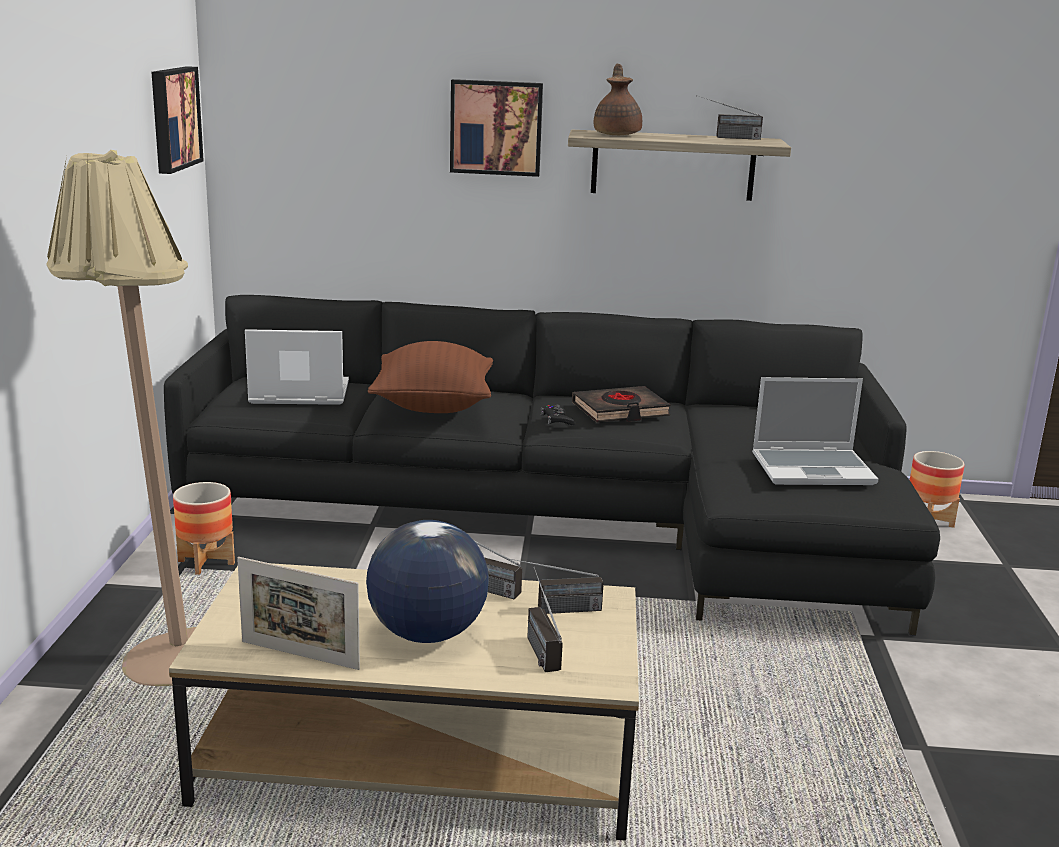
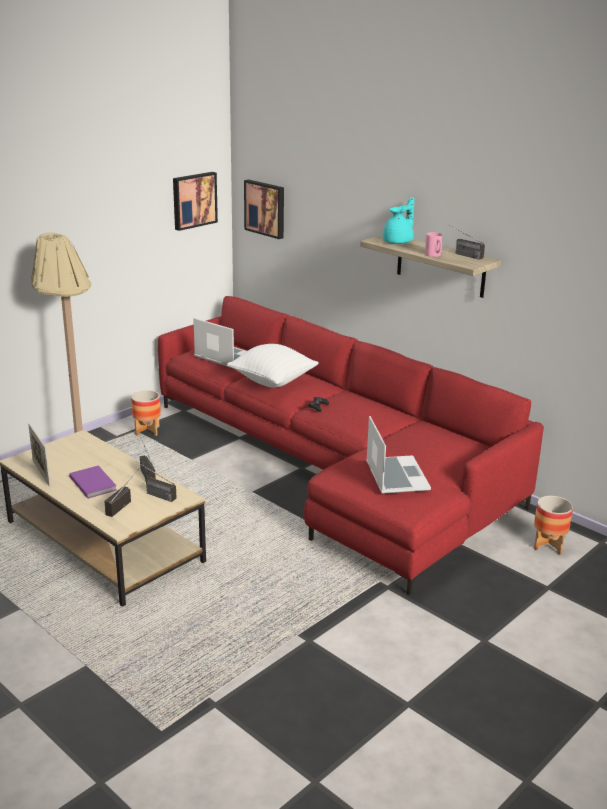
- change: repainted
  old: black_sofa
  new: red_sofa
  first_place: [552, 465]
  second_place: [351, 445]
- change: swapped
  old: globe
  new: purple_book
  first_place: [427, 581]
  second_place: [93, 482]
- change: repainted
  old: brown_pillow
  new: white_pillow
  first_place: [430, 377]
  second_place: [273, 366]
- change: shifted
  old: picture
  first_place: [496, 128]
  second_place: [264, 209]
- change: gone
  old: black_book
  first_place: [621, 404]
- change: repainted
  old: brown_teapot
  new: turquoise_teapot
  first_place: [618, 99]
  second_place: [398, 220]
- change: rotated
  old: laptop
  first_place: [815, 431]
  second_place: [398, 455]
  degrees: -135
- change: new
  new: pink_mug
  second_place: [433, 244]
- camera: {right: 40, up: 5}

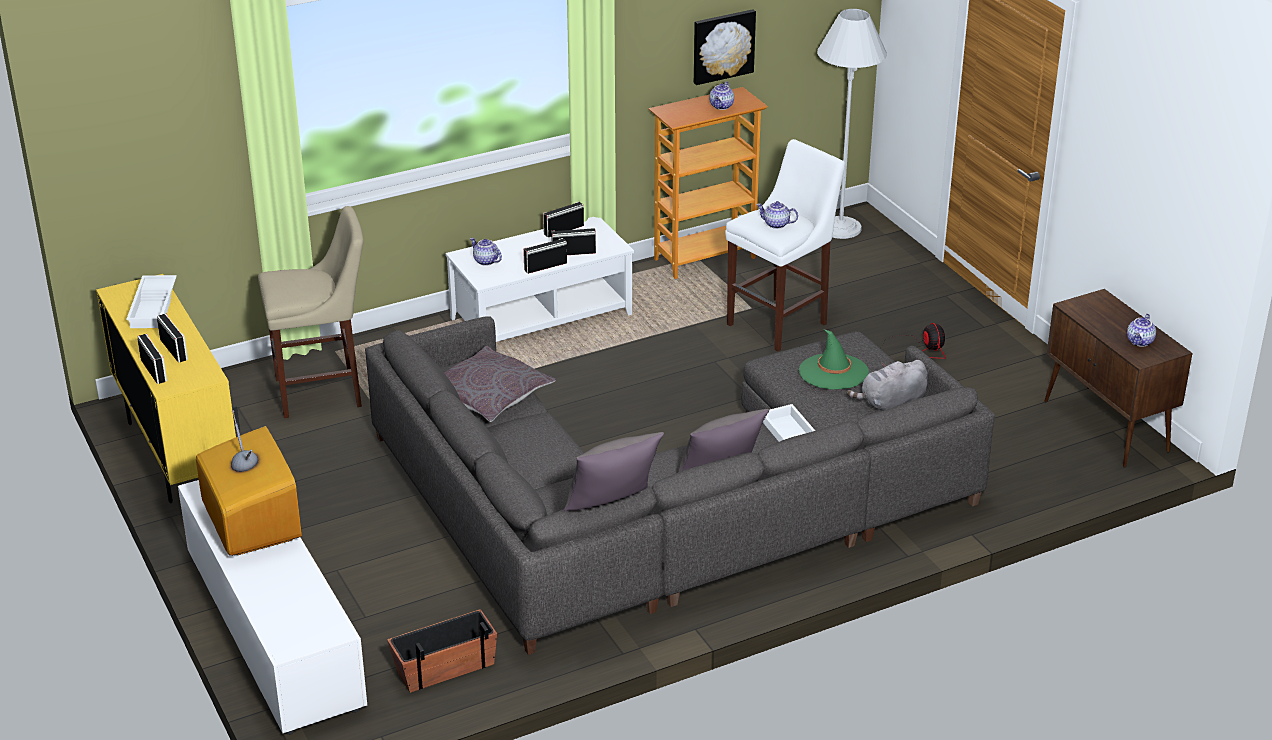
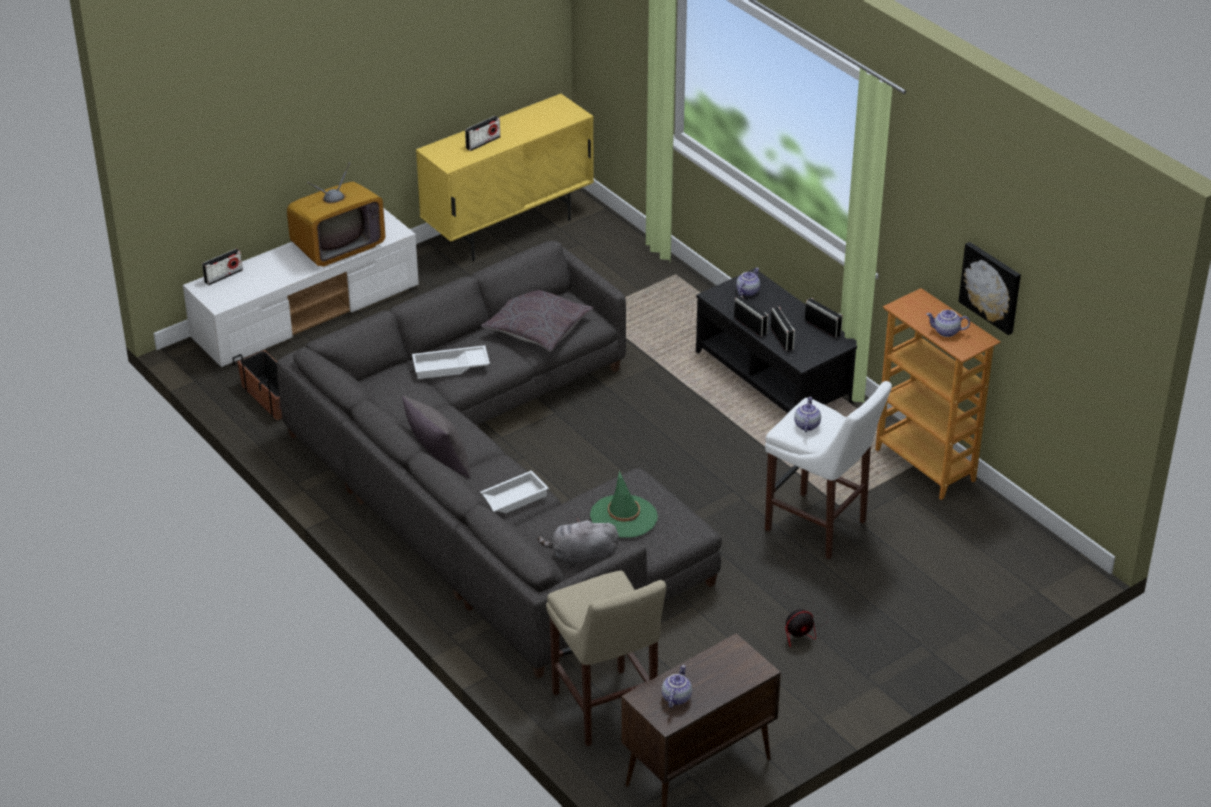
- change: shifted
  old: white_tray
  first_place: [151, 301]
  second_place: [451, 362]
- change: shifted
  old: radio
  first_place: [152, 359]
  second_place: [222, 267]
- change: shifted
  old: beige_stool
  first_place: [310, 312]
  second_place: [606, 658]
- change: repainted
  old: white_coffee_table
  new: black_coffee_table
  first_place: [539, 279]
  second_place: [776, 340]
- change: gone
  old: grey_pillow
  first_place: [614, 472]
- change: gone
  old: white_floor_lamp
  first_place: [852, 124]
- change: rotated
  old: grey_plush_toy
  first_place: [887, 385]
  second_place: [578, 543]
  degrees: -60
- change: rotated
  old: teapot
  first_place: [1141, 330]
  second_place: [677, 686]
  degrees: 90
- camera: {right: 80, up: 5}

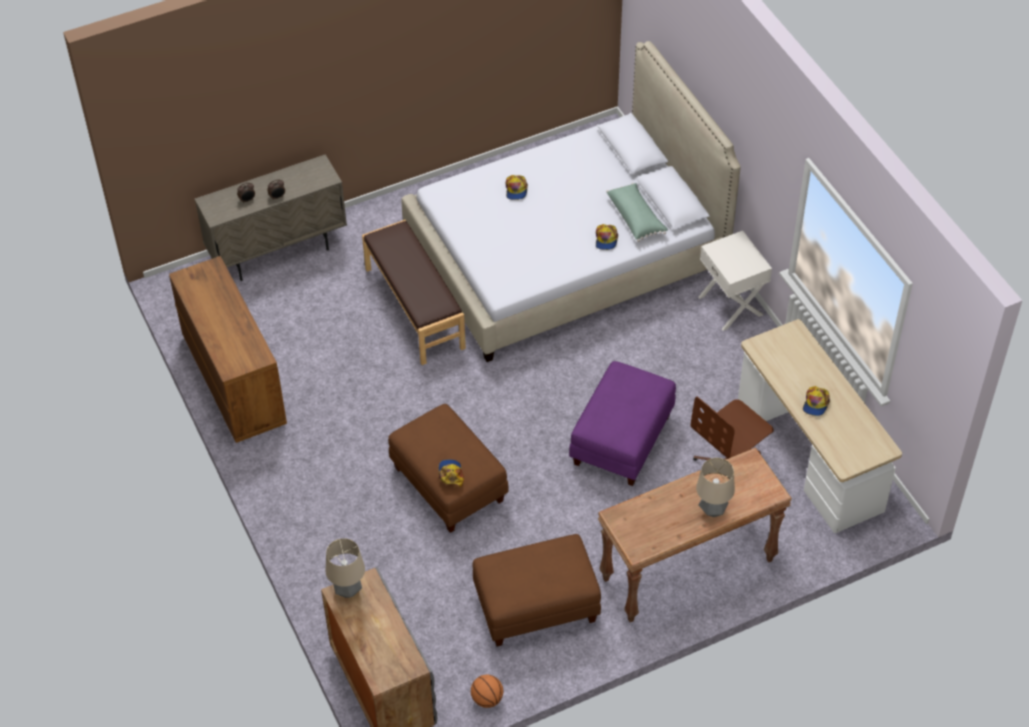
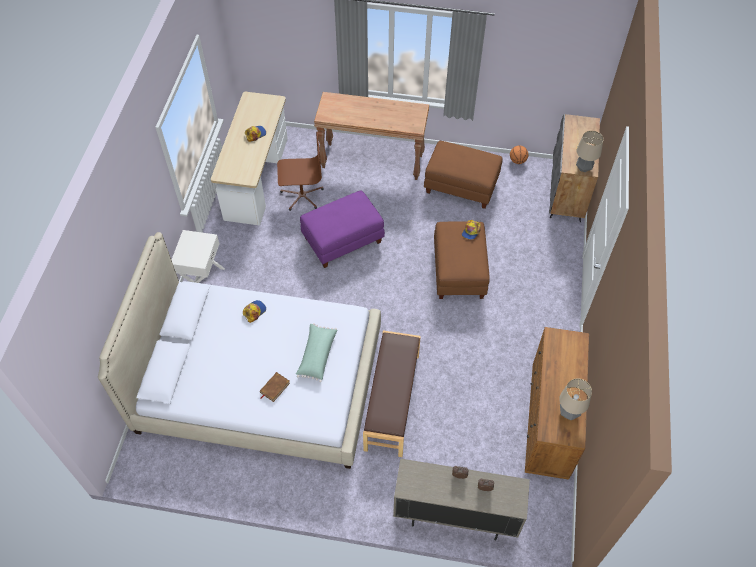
- change: swapped
  old: cap
  new: brown_book
  first_place: [516, 187]
  second_place: [275, 387]
- change: shifted
  old: green_pillow
  first_place: [637, 212]
  second_place: [316, 352]
- change: shifted
  old: table_lamp
  first_place: [715, 487]
  second_place: [575, 400]
- camera: {right: -145, up: 5}

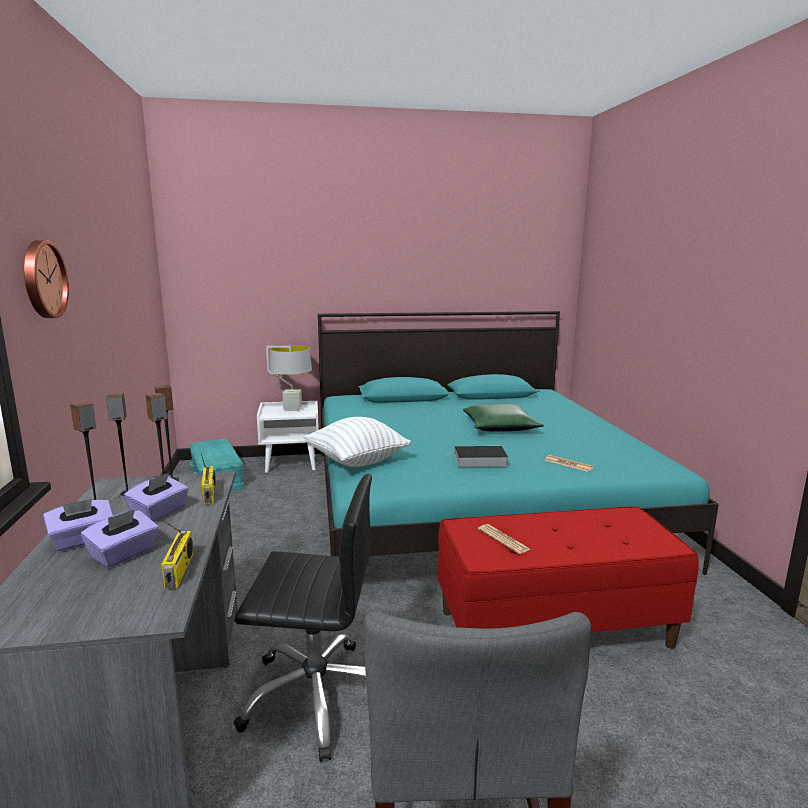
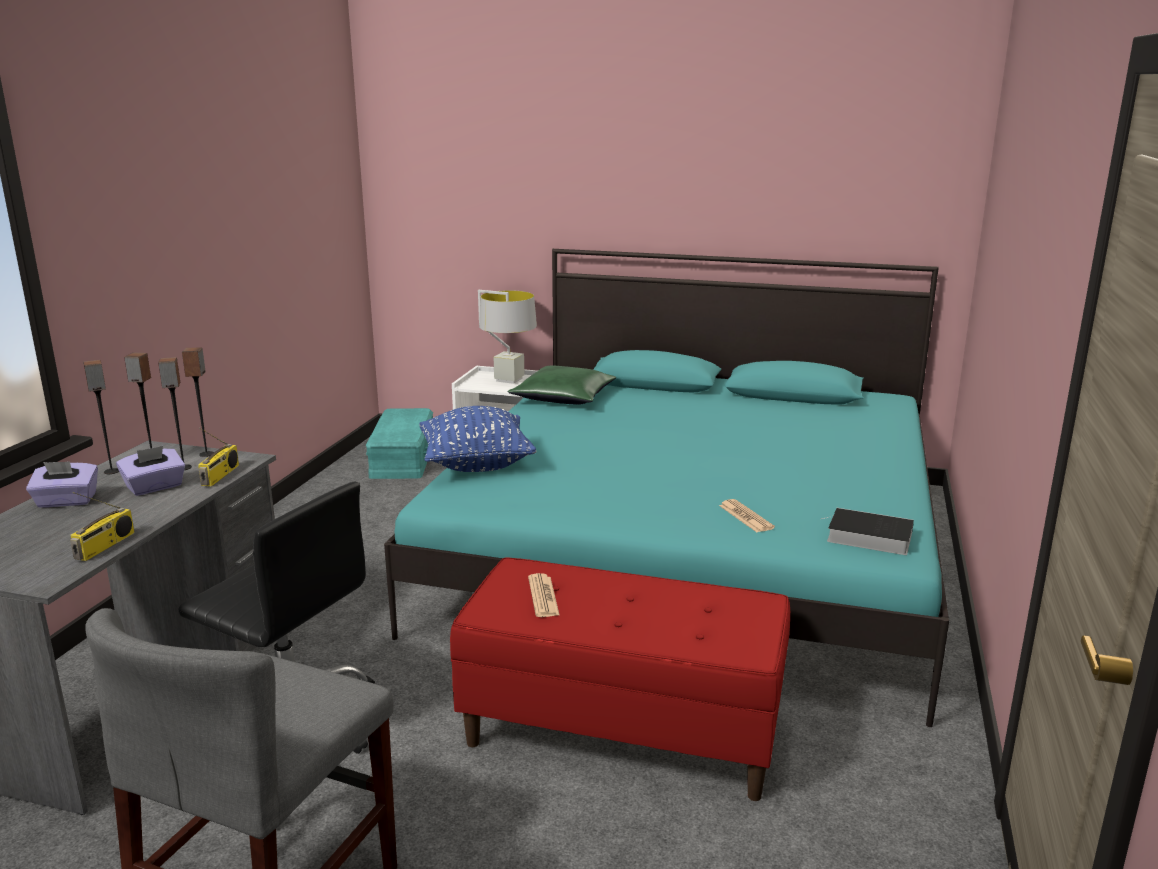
- change: gone
  old: wall_clock
  first_place: [46, 279]
- change: gone
  old: purple_tissue_box
  first_place: [120, 538]
- change: repainted
  old: white_pillow
  new: blue_pillow
  first_place: [357, 442]
  second_place: [477, 439]
- change: shifted
  old: book
  first_place: [477, 456]
  second_place: [867, 531]
- change: shifted
  old: green_pillow
  first_place: [503, 417]
  second_place: [562, 385]
- camera: {right: 25, up: 5}

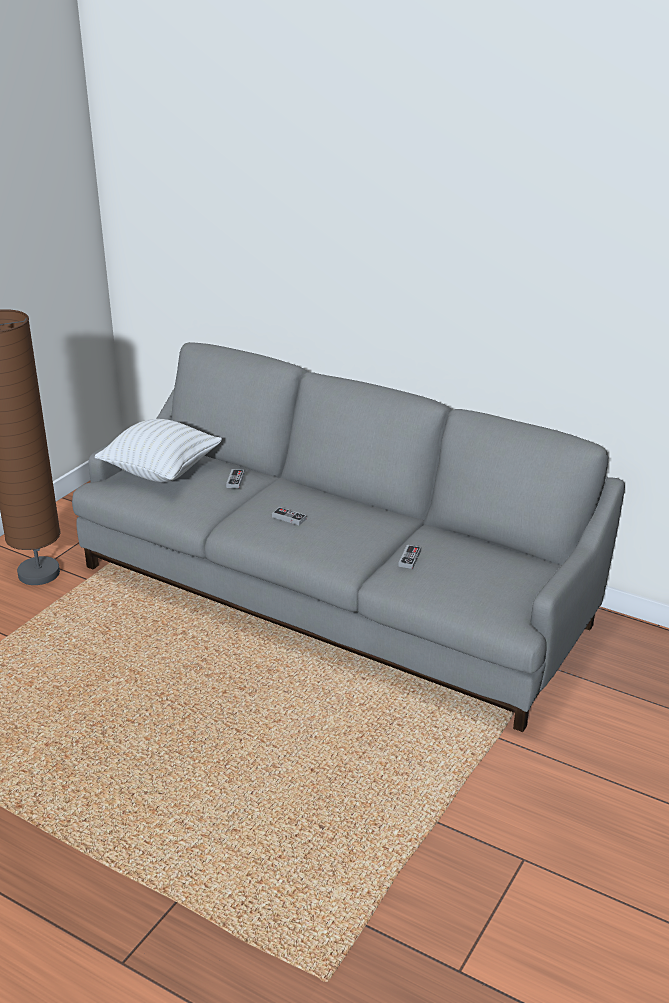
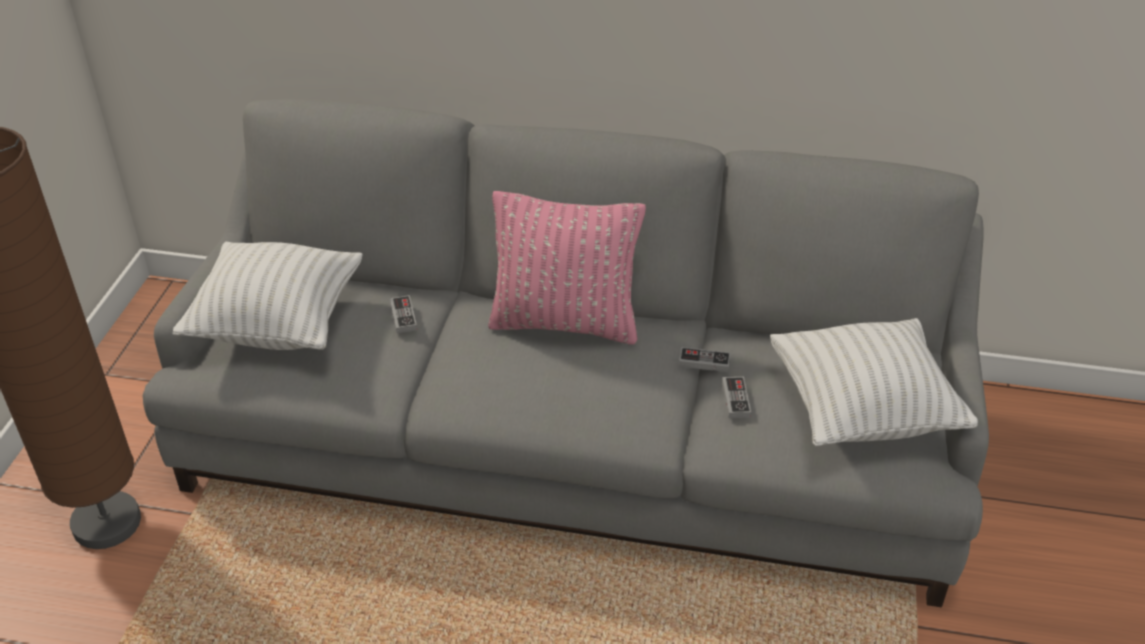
- change: shifted
  old: game_controller
  first_place: [289, 516]
  second_place: [704, 359]
- change: new
  new: pink_pillow
  second_place: [567, 267]
- change: new
  new: white_pillow
  second_place: [874, 382]
- camera: {right: -20, up: 10}

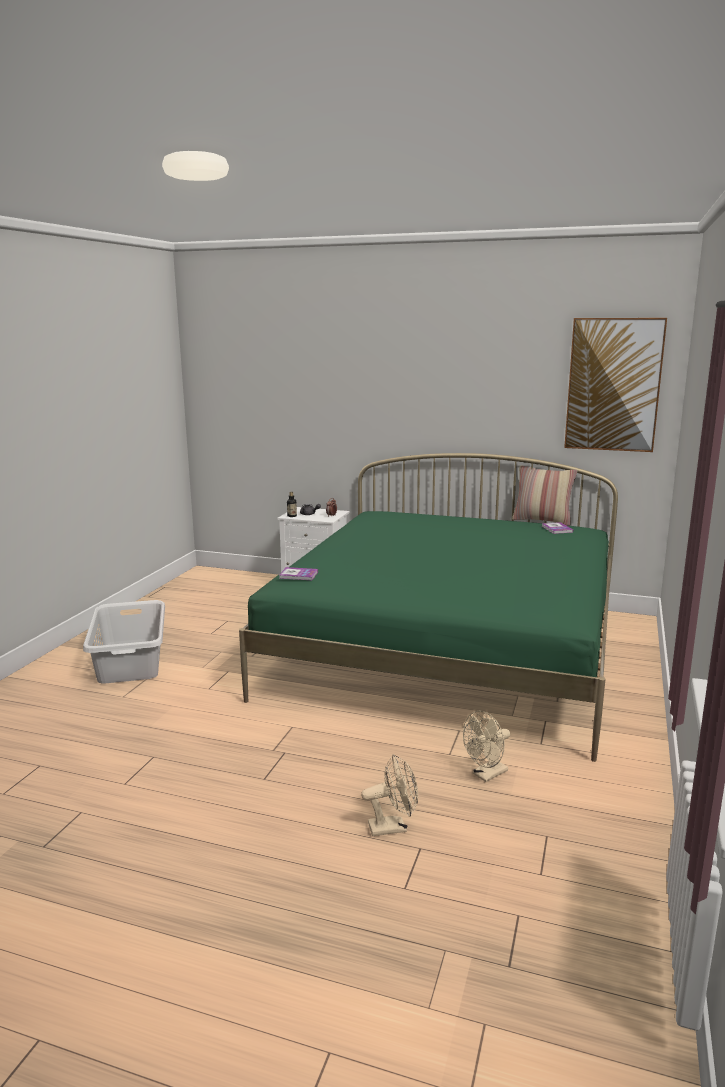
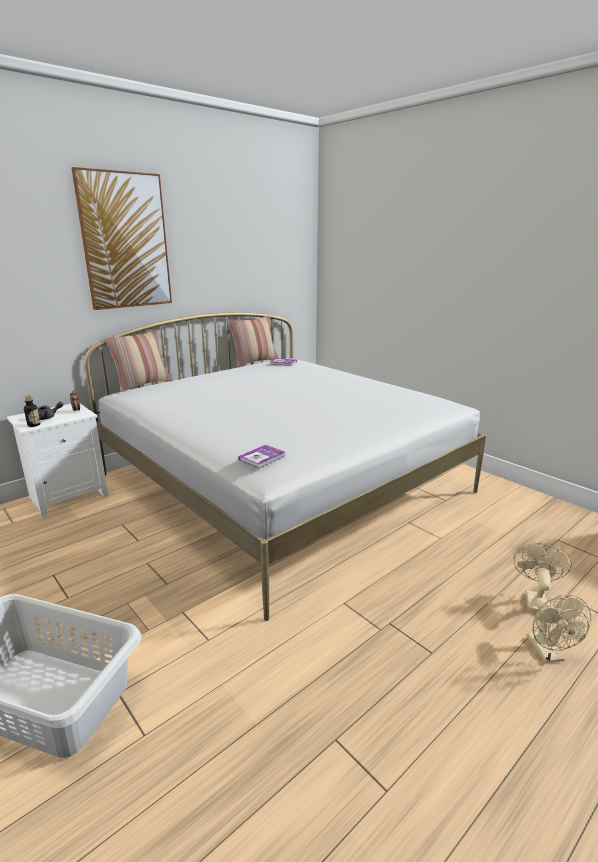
- change: repainted
  old: green_bed
  new: white_bed
  first_place: [428, 607]
  second_place: [285, 466]
- change: shifted
  old: beige_fan
  first_place: [486, 746]
  second_place: [559, 629]
- change: shifted
  old: picture
  first_place: [615, 385]
  second_place: [122, 238]
- change: new
  new: pillow
  second_place: [138, 361]
- camera: {right: -60, up: 5}

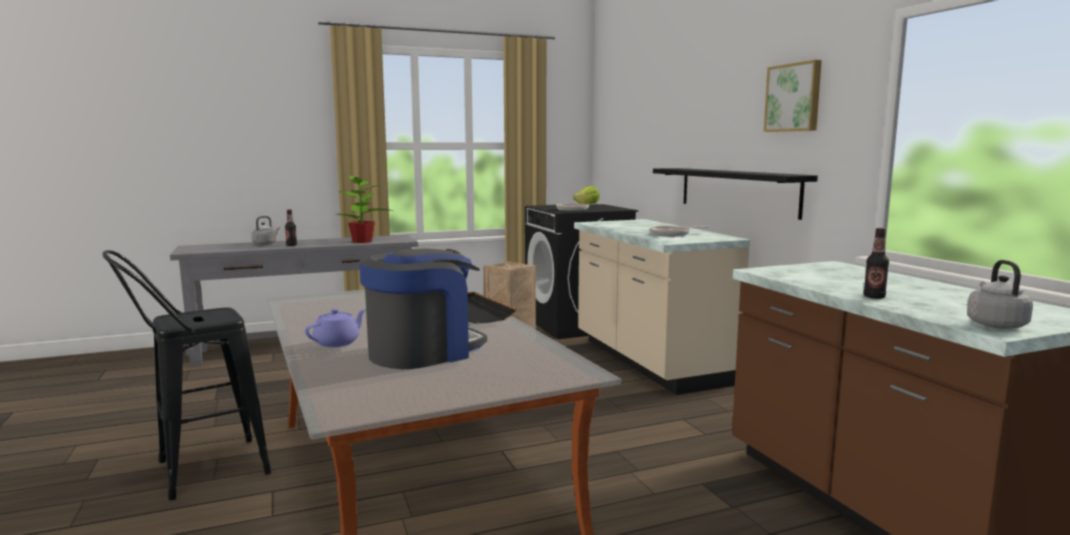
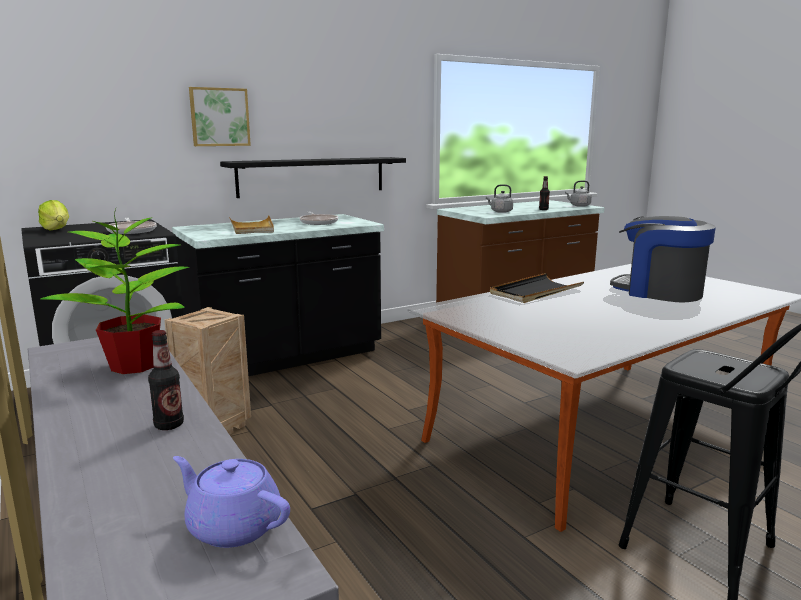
- change: shifted
  old: grey_kettle
  first_place: [265, 230]
  second_place: [499, 198]
- change: shifted
  old: purple_teapot
  first_place: [335, 328]
  second_place: [231, 502]
- change: repainted
  old: beige_counter
  new: black_counter
  first_place: [662, 307]
  second_place: [278, 295]
- change: shifted
  old: picture
  first_place: [793, 96]
  second_place: [220, 116]
- change: new
  new: beige_tray
  second_place: [251, 224]
- camera: {right: -100, up: 5}

